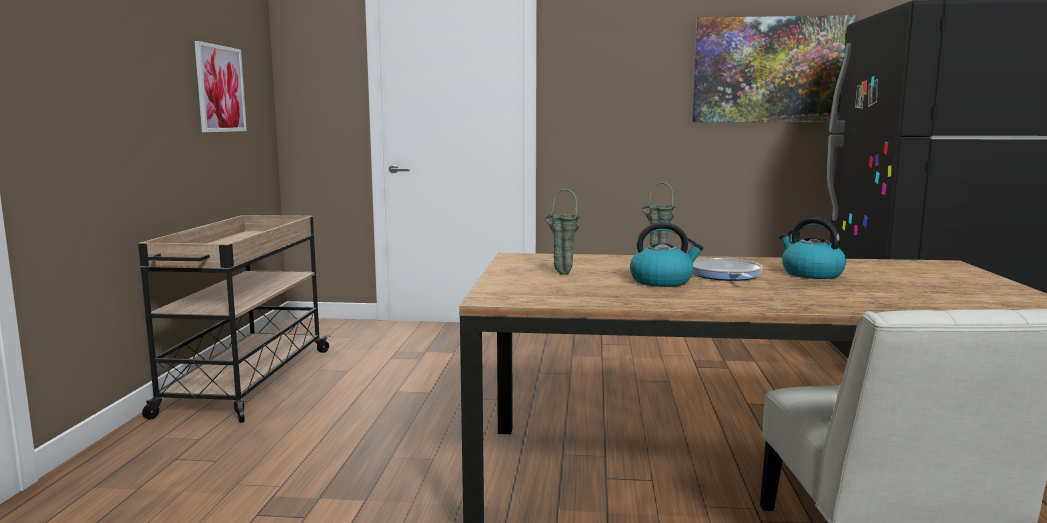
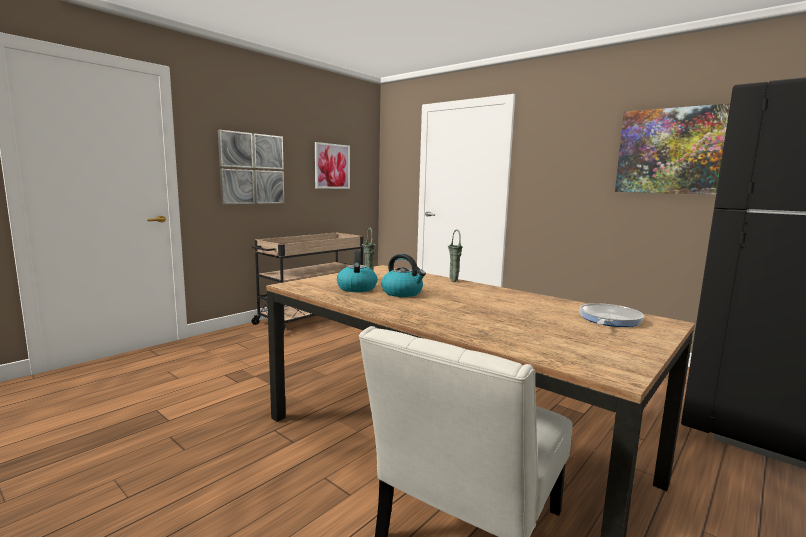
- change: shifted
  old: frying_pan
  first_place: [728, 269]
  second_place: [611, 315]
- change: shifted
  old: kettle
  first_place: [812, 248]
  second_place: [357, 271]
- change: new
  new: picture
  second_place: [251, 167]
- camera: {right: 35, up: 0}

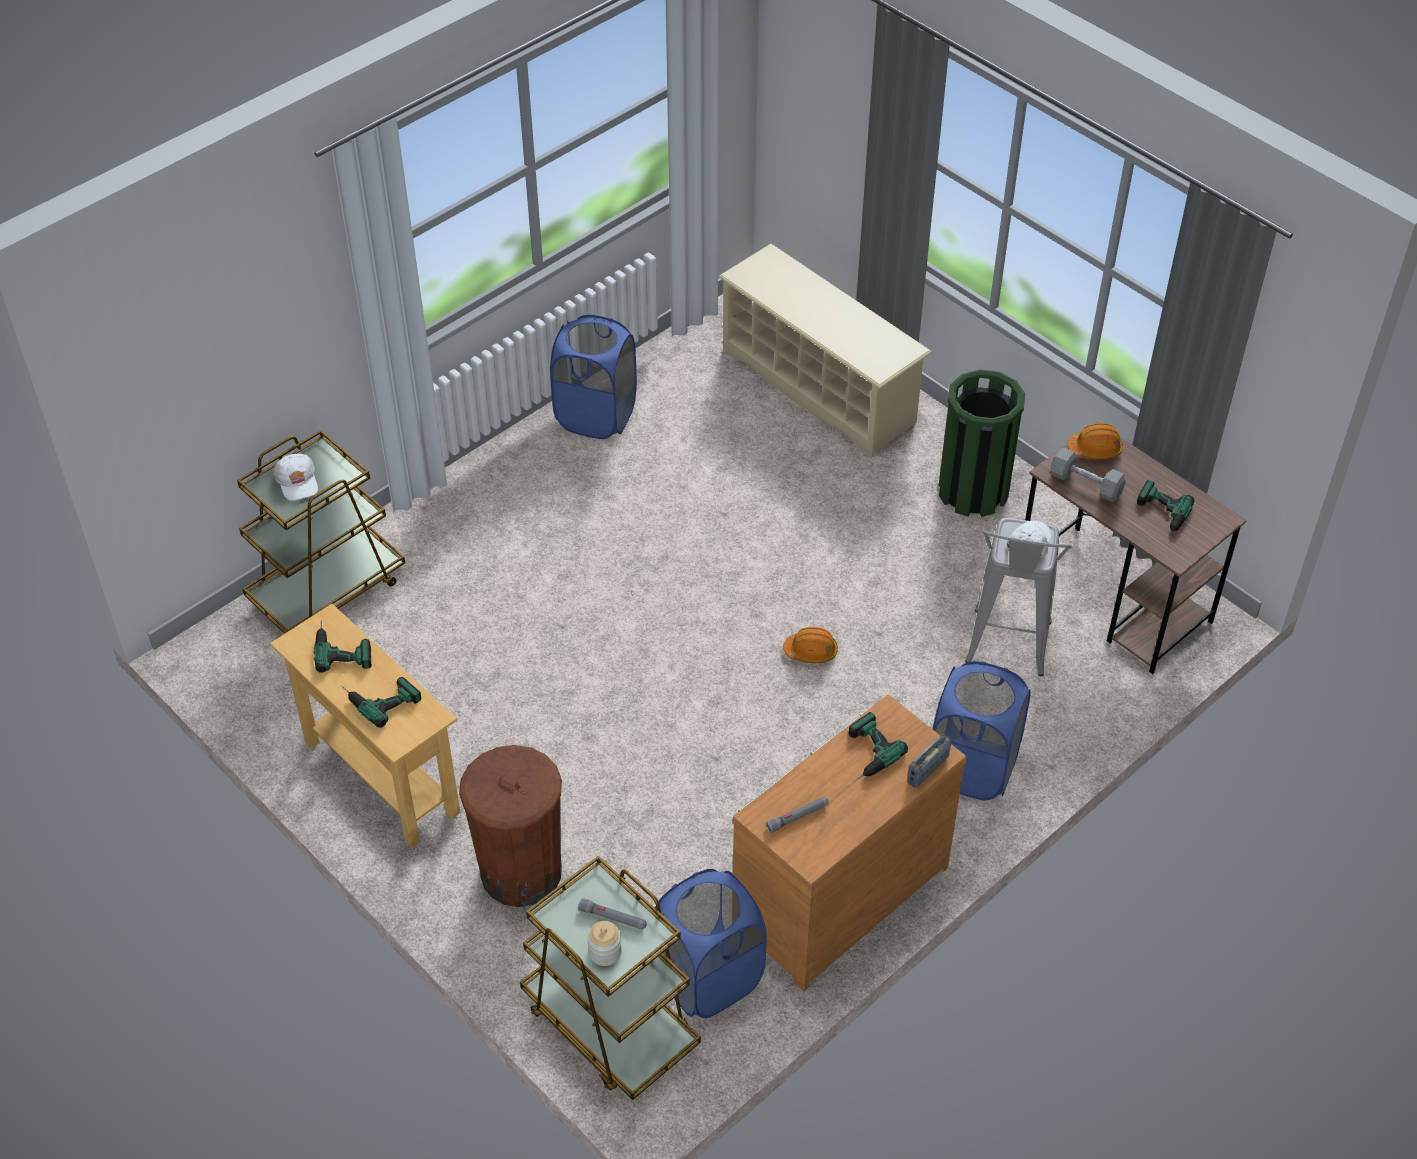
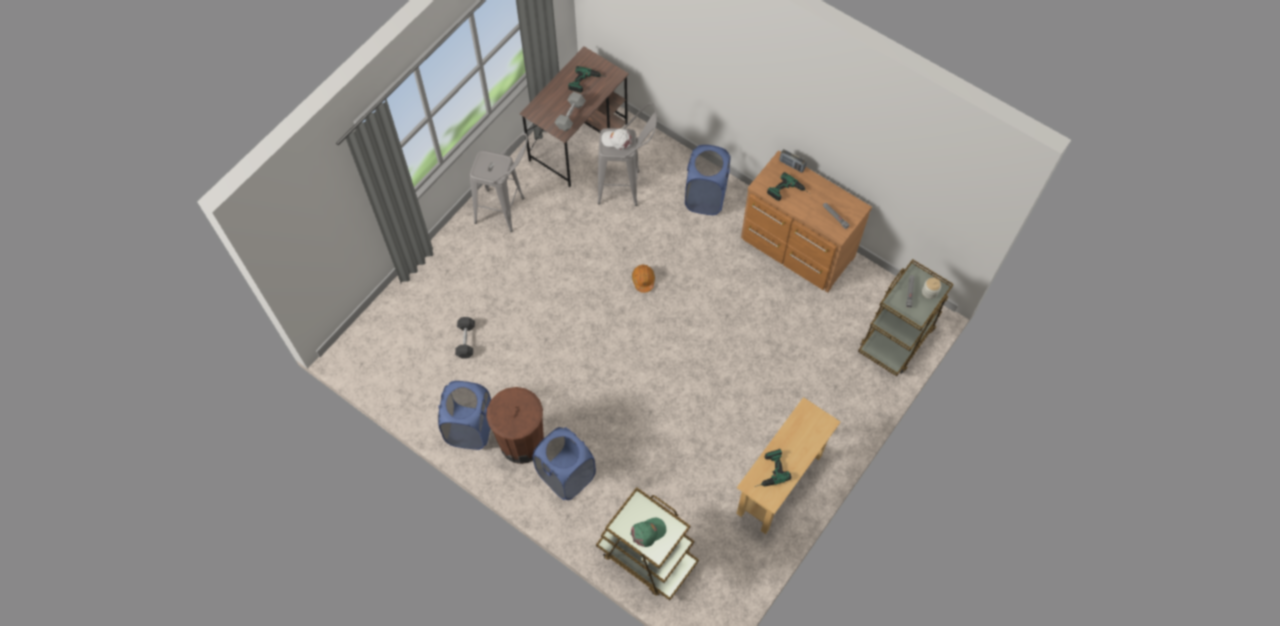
- change: repainted
  old: white_cap
  new: green_cap
  first_place: [296, 477]
  second_place: [648, 532]
- change: gone
  old: power_drill
  first_place: [381, 702]
- change: shifted
  old: brown_trash_can
  first_place: [510, 826]
  second_place: [515, 425]
- change: shifted
  old: blue_laundry_basket
  first_place: [710, 943]
  second_place: [564, 463]
- change: gone
  old: beige_shoe_rack
  first_place: [825, 351]
- change: swapped
  old: green_trash_can
  new: grey_stool
  first_place: [982, 443]
  second_place: [499, 182]
- change: gone
  old: orange_hard_hat
  first_place: [1095, 441]
- change: new
  new: grey_dumbbell
  second_place: [465, 337]
- camera: {right: -100, up: 15}

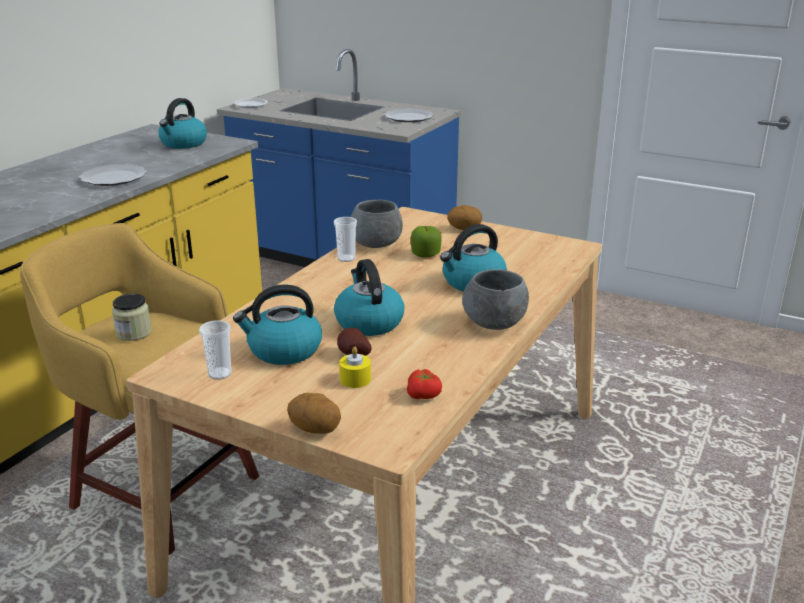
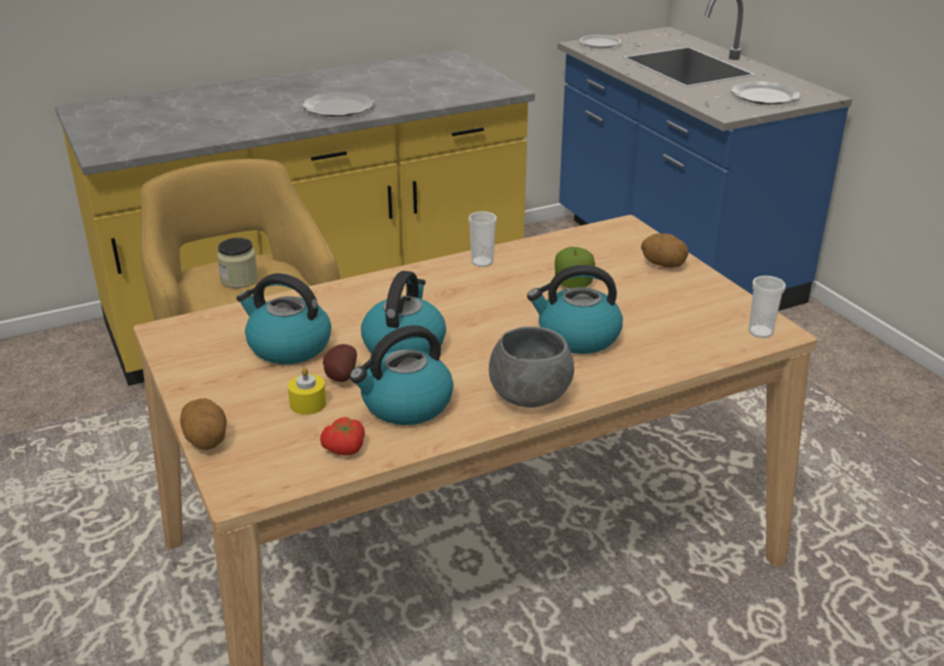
- change: shifted
  old: kettle
  first_place: [182, 123]
  second_place: [401, 375]
- change: shifted
  old: cup
  first_place: [215, 350]
  second_place: [767, 307]
- change: gone
  old: grey_bowl
  first_place: [376, 224]
- camera: {right: 35, up: 5}

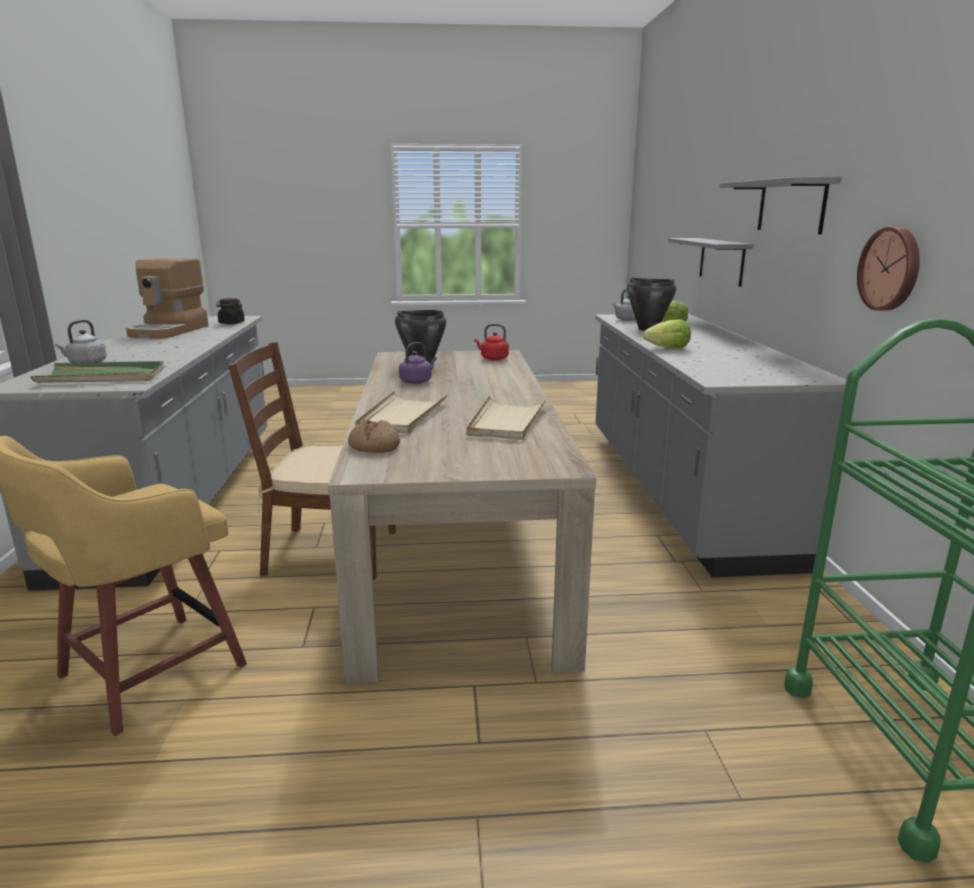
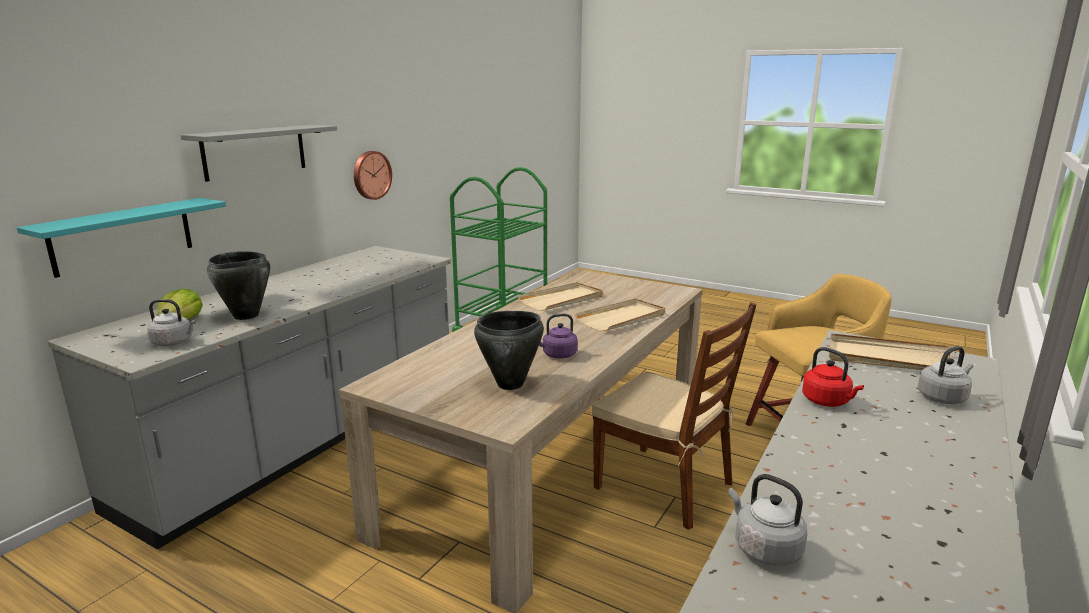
- change: repainted
  old: green_tray
  new: beige_tray
  first_place: [97, 372]
  second_place: [890, 351]
- change: gone
  old: coffee_machine
  first_place: [167, 298]
- change: swapped
  old: black_jar
  new: grey_kettle
  first_place: [230, 311]
  second_place: [767, 520]
- change: gone
  old: bread
  first_place: [374, 436]
- change: shifted
  old: red_kettle
  first_place: [491, 342]
  second_place: [833, 377]
- change: gone
  old: lettuce
  first_place: [667, 334]
- change: repainted
  old: grey_shelf
  new: turquoise_shelf
  first_place: [710, 262]
  second_place: [121, 238]
- camera: {right: -145, up: 0}

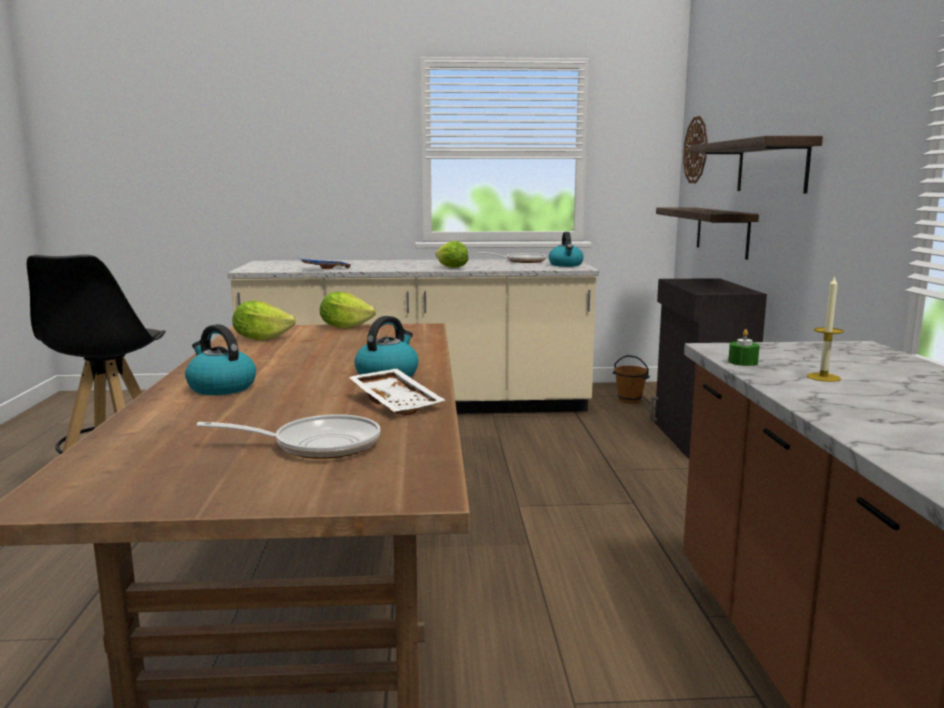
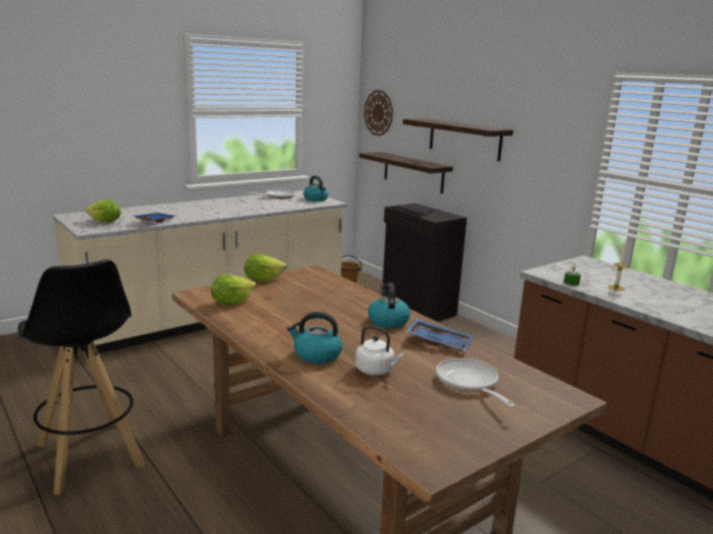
- change: rotated
  old: frying_pan
  first_place: [288, 436]
  second_place: [476, 383]
  degrees: -75
- change: repainted
  old: white_tray
  new: blue_tray
  first_place: [397, 392]
  second_place: [439, 335]
- change: shifted
  old: lettuce
  first_place: [451, 254]
  second_place: [103, 210]
- change: new
  new: white_kettle
  second_place: [379, 350]
- camera: {right: -35, up: 5}

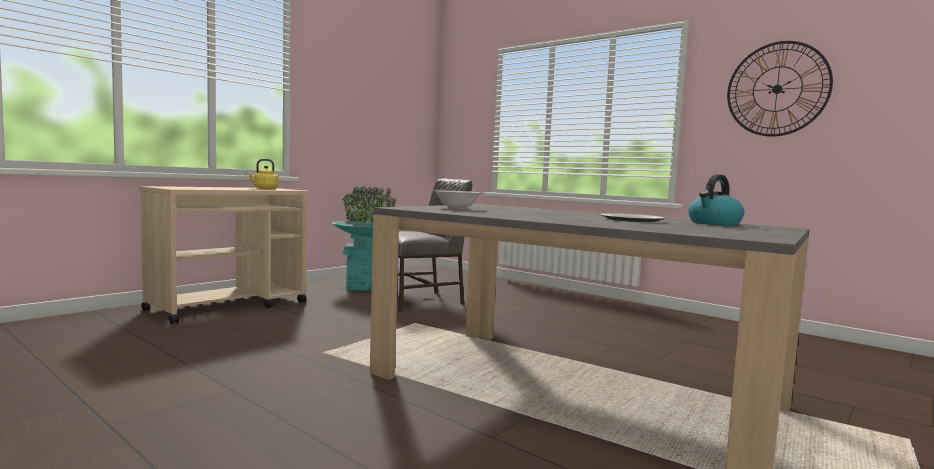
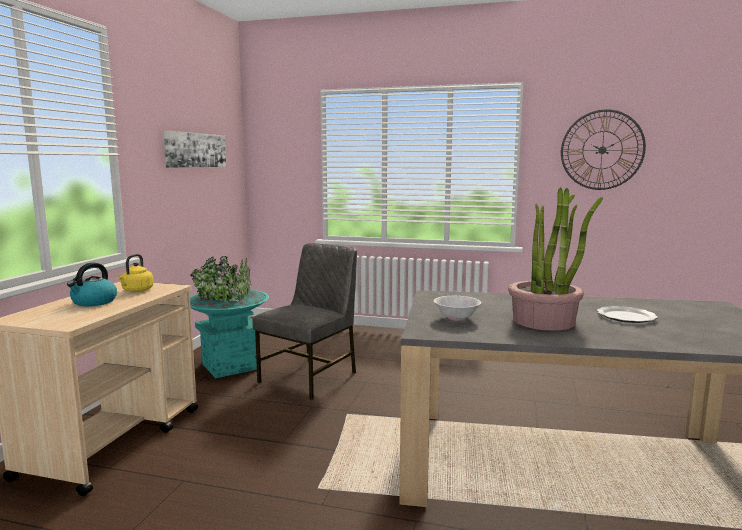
- change: shifted
  old: kettle
  first_place: [716, 200]
  second_place: [92, 284]
- change: new
  new: picture
  second_place: [194, 149]
- change: new
  new: potted_plant
  second_place: [555, 259]
- camera: {right: -25, up: 5}

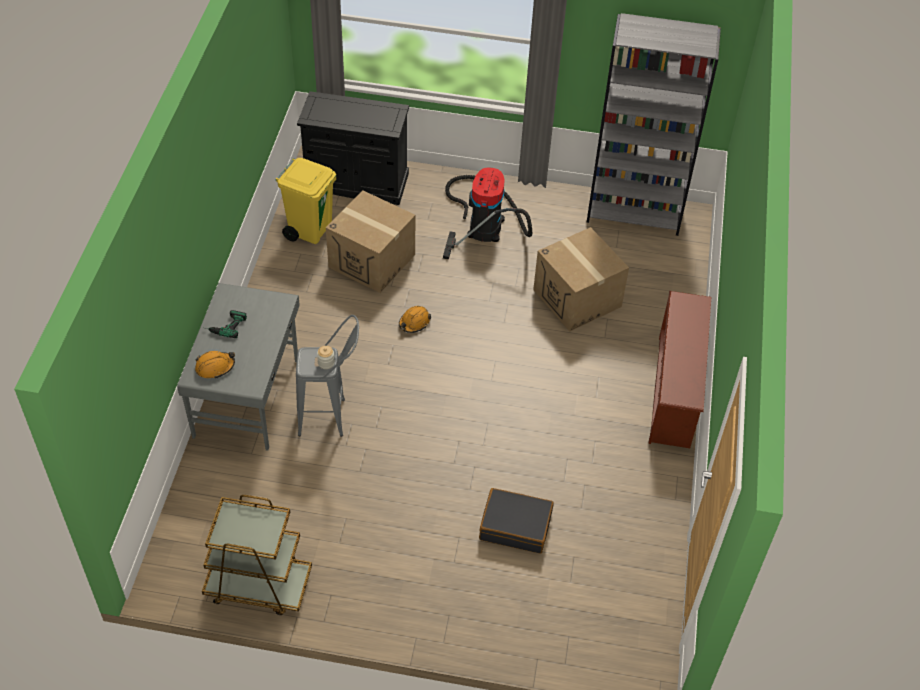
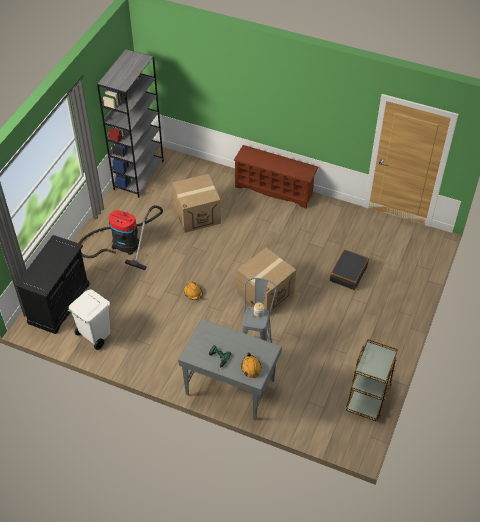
- change: repainted
  old: yellow_trash_can
  new: white_trash_can
  first_place: [305, 201]
  second_place: [89, 320]
- change: shifted
  old: cardboard_box
  first_place: [370, 241]
  second_place: [266, 281]
- camera: {right: -75, up: 0}

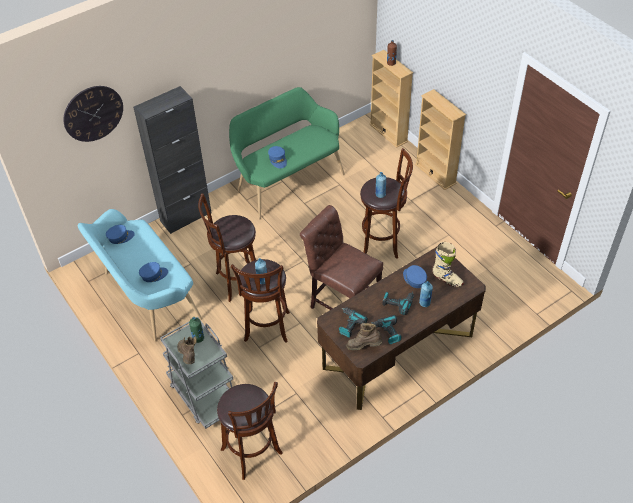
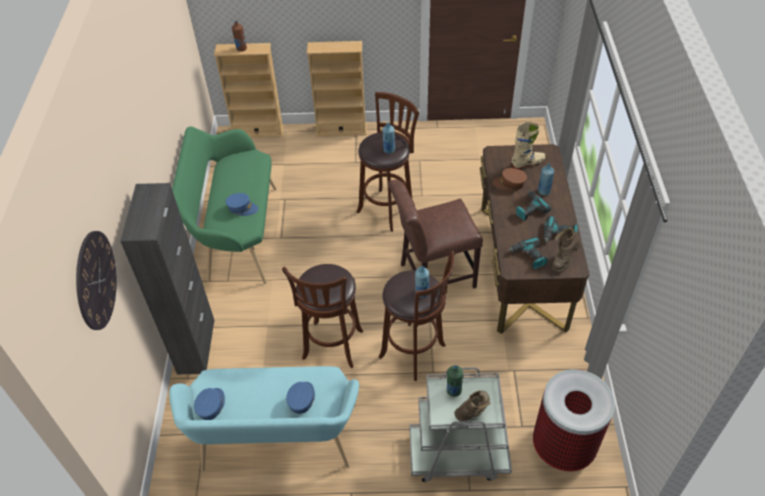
- change: rotated
  old: brown_boot
  first_place: [187, 350]
  second_place: [472, 405]
  degrees: 120
- change: swapped
  old: brown_stool
  new: trash_can
  first_place: [250, 431]
  second_place: [574, 420]
- change: repainted
  old: blue_cap
  new: brown_cap
  first_place: [415, 276]
  second_place: [510, 179]
- camera: {right: -55, up: 0}

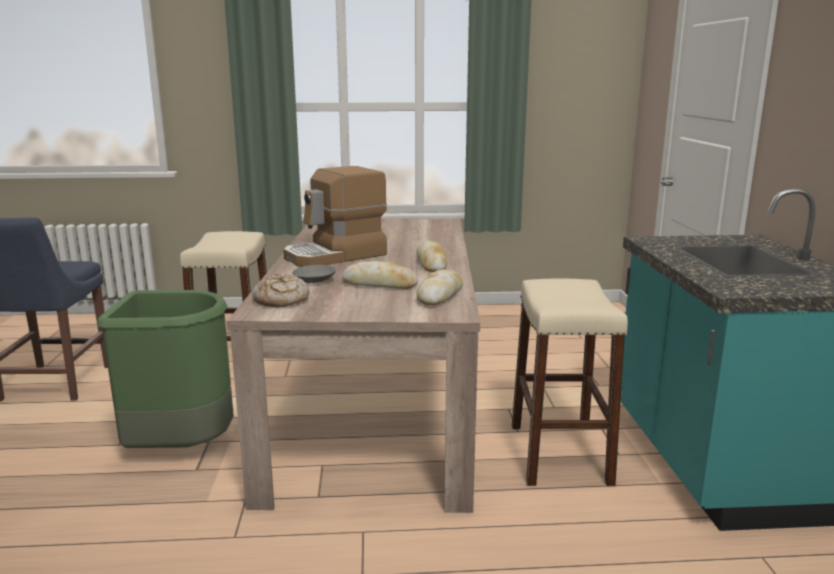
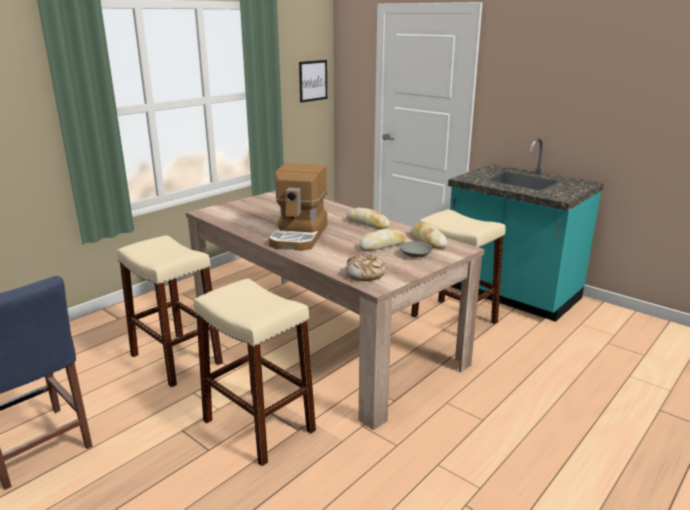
- change: swapped
  old: green_trash_can
  new: beige_stool
  first_place: [165, 369]
  second_place: [255, 372]
- change: shifted
  old: grey_bowl
  first_place: [314, 274]
  second_place: [416, 249]
- change: new
  new: picture
  second_place: [313, 81]
- camera: {right: -45, up: 5}

